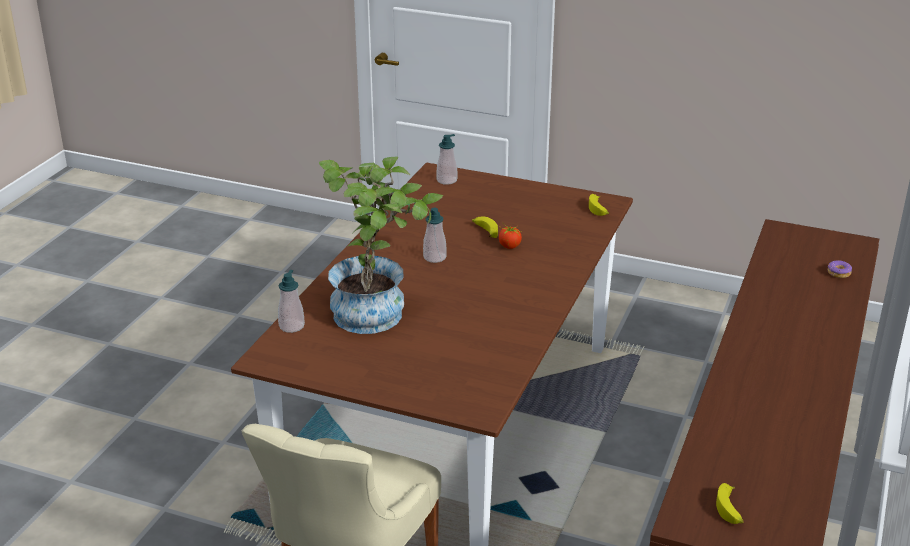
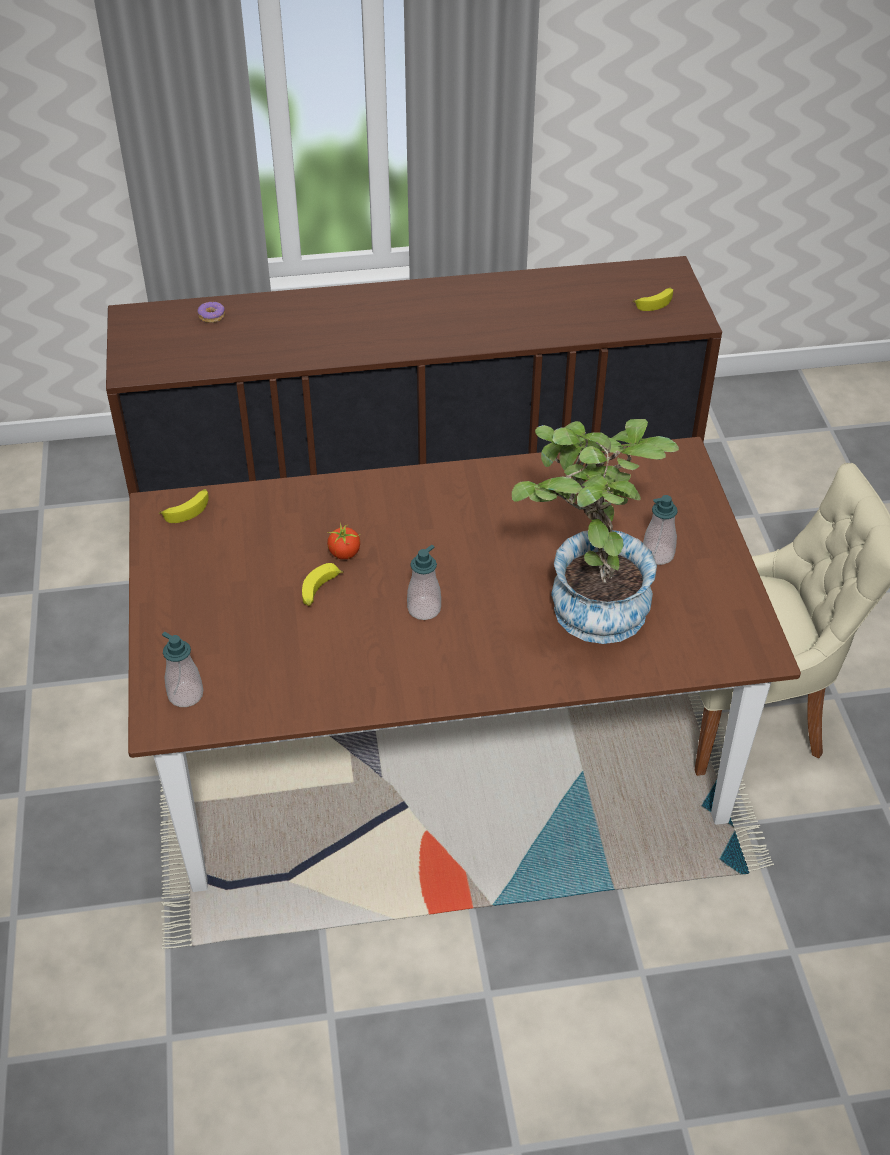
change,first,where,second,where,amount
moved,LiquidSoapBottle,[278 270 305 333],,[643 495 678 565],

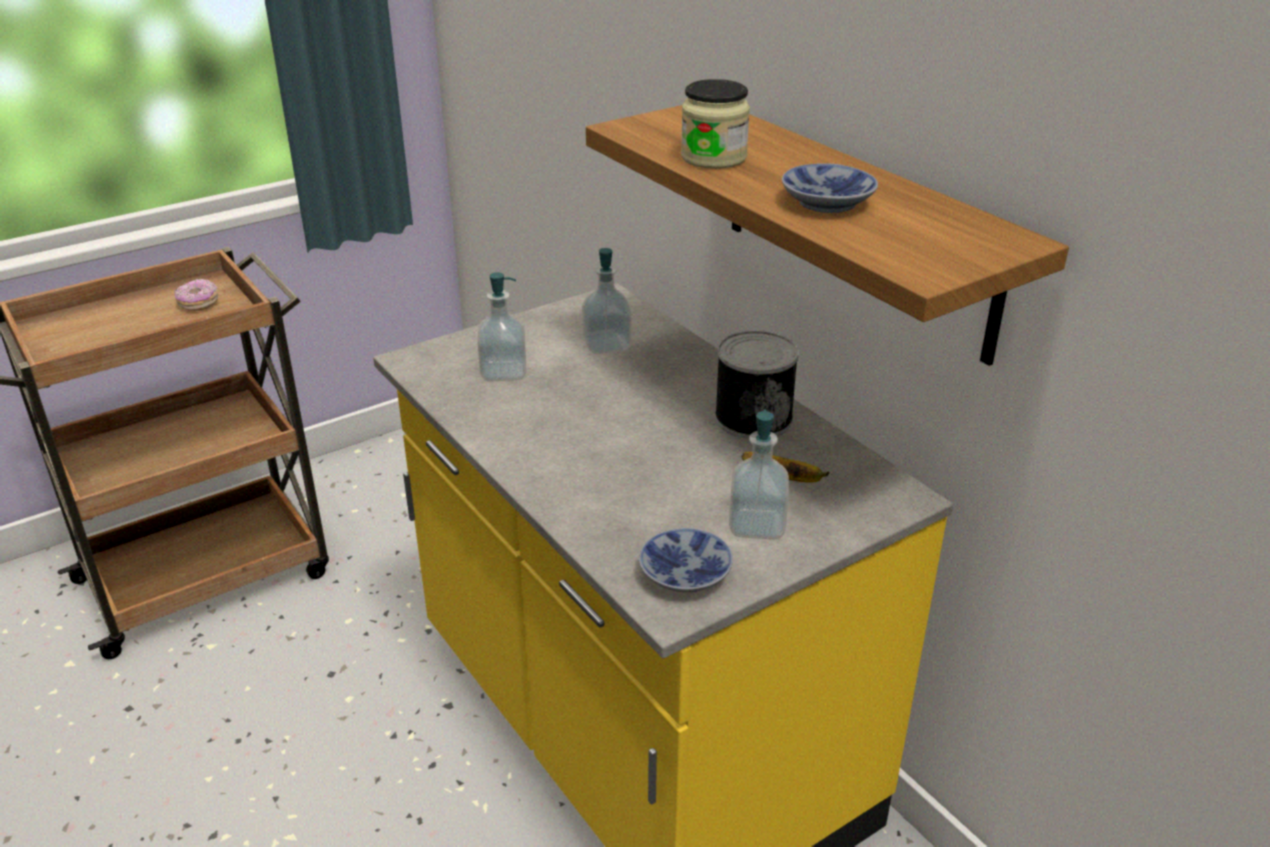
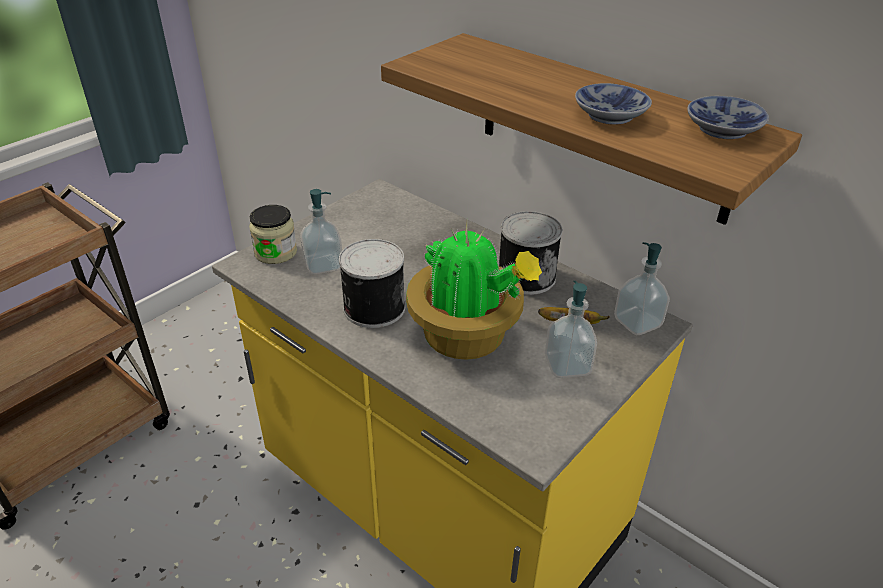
change,first,where,second,where,amount
moved,Jar,[681 79 750 169],,[249 205 297 264],
added,,,MetalCan,[339 239 405 328],
added,,,PlantInAPot,[406 223 542 360],
moved,LiquidSoapBottle,[582 248 631 354],,[614 242 670 335],
moved,ServingBowl,[639 528 733 592],,[687 96 769 139],
removed,RingDoughnut,[175 279 218 311],,,

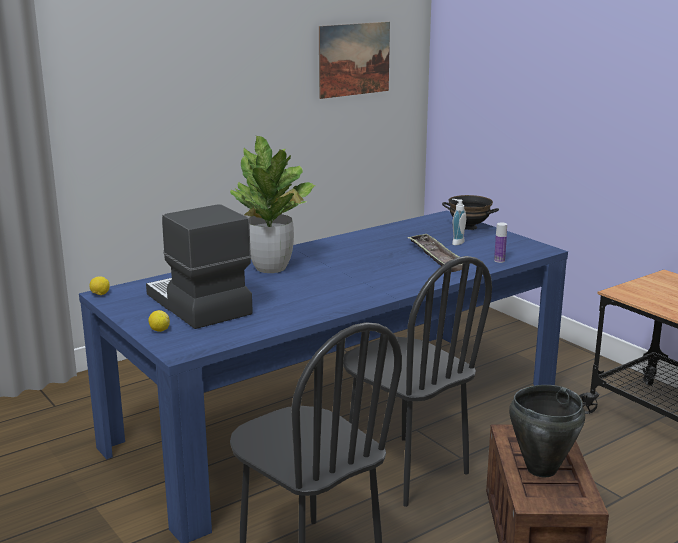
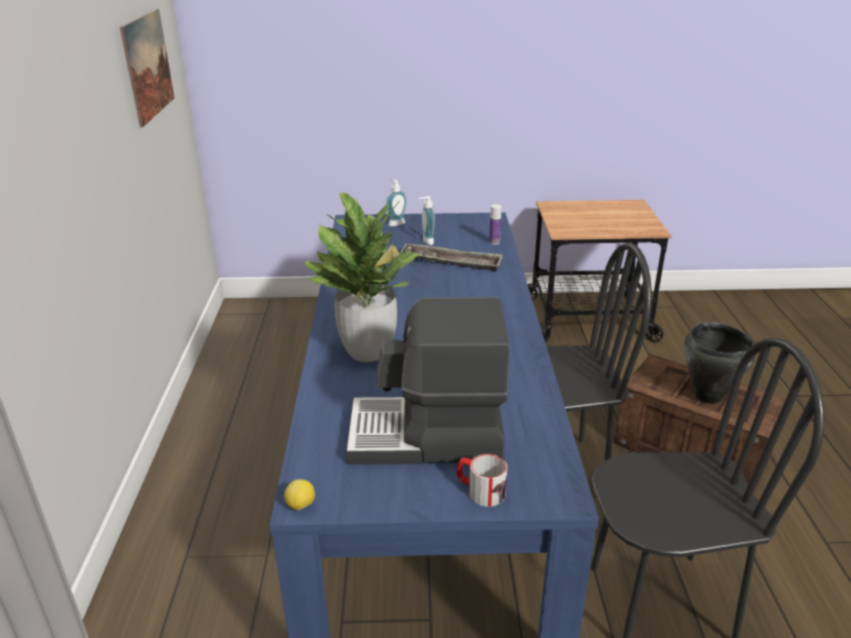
change,first,where,second,where,amount
replaced,BlackishServingBowl,[442 195 499 230],LiquidSoapBottle,[386 179 407 226],
replaced,CitrusFruit,[148 310 170 332],TeaMug,[457 454 507 507],

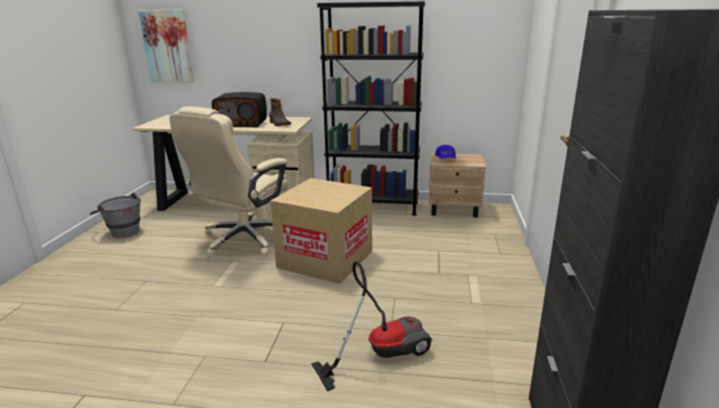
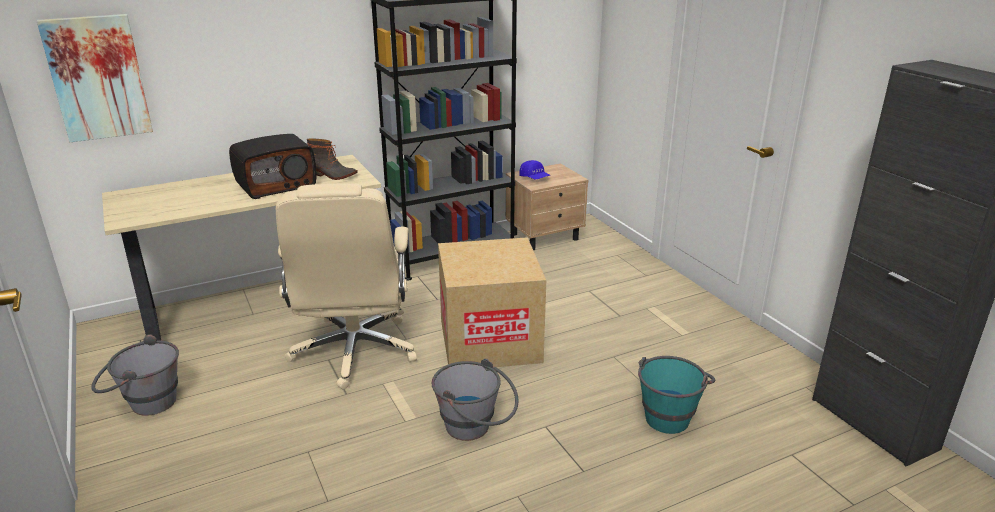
change,first,where,second,where,amount
added,,,GreyishBucket,[432 359 519 441],
replaced,Hoover,[312 261 432 391],TurquoiseColouredBucket,[638 356 715 434],

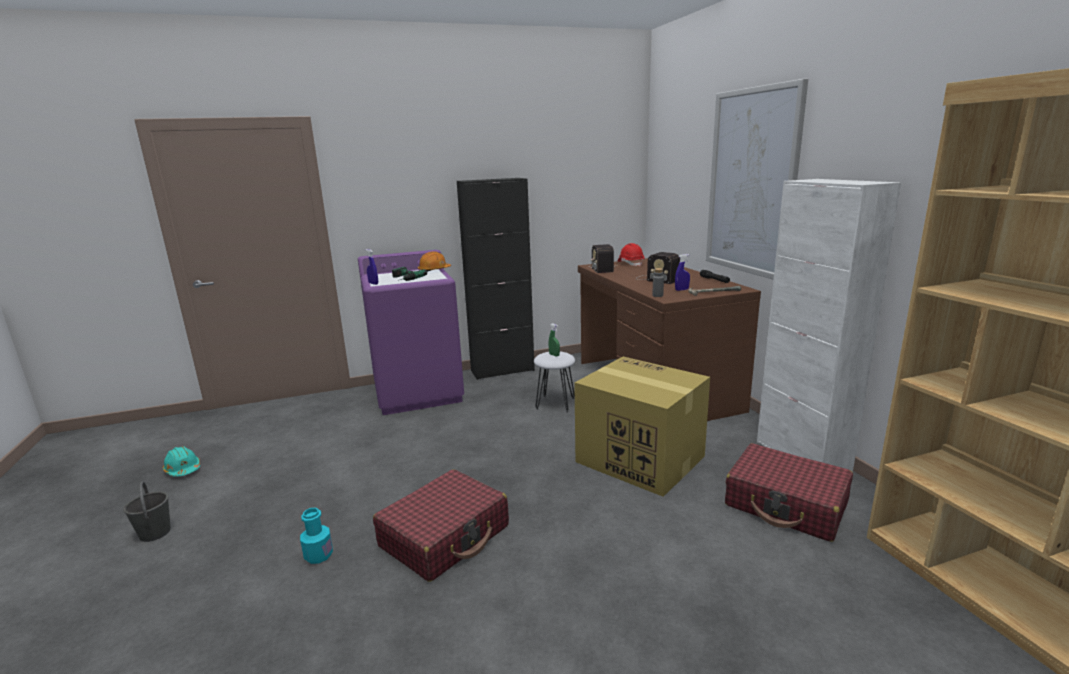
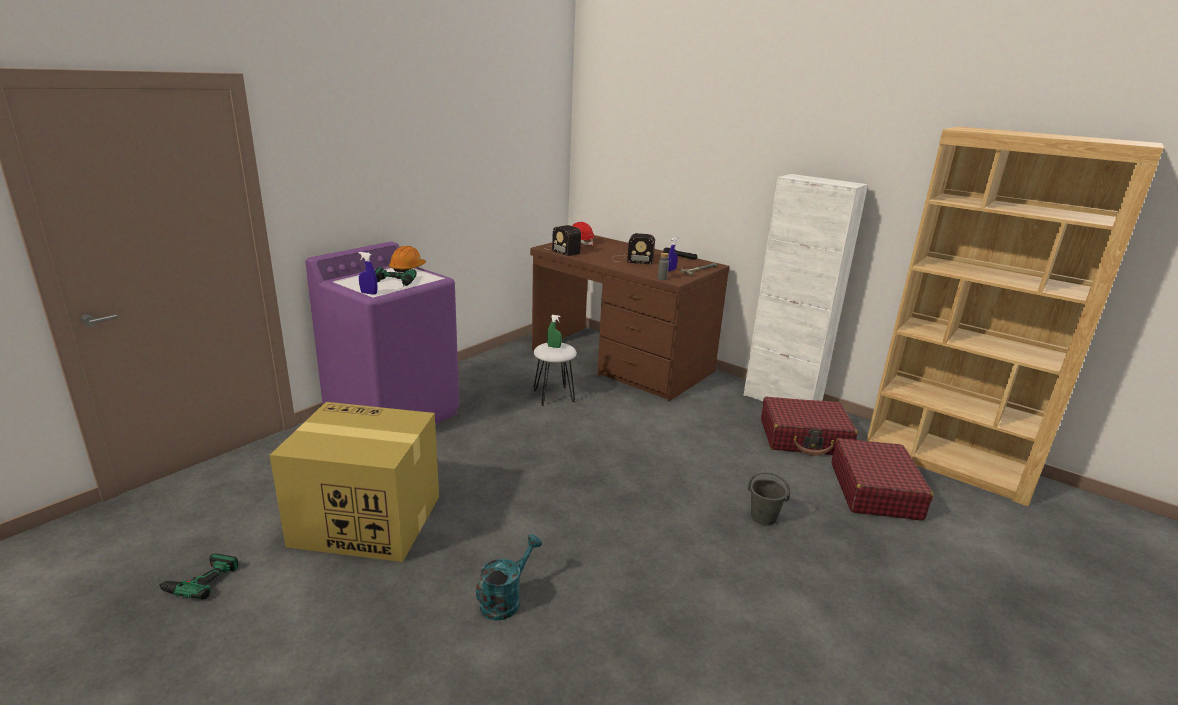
change,first,where,second,where,amount
replaced,TurquoiseColouredHardHat,[163 446 200 477],PowerDrill,[151 553 239 599],
moved,PackingBox,[574 357 710 497],,[270 402 439 562],
replaced,TurquoiseColouredBeverageBottle,[300 508 333 564],TurquoiseColouredSprinklingCan,[476 534 542 621],
moved,GreyishBucket,[123 481 171 542],,[747 471 790 526],
moved,RedTravelCase,[373 469 509 582],,[832 438 934 521],
removed,BlackishCupboard,[457 178 535 380],,,
removed,Picture,[706 79 808 280],,,

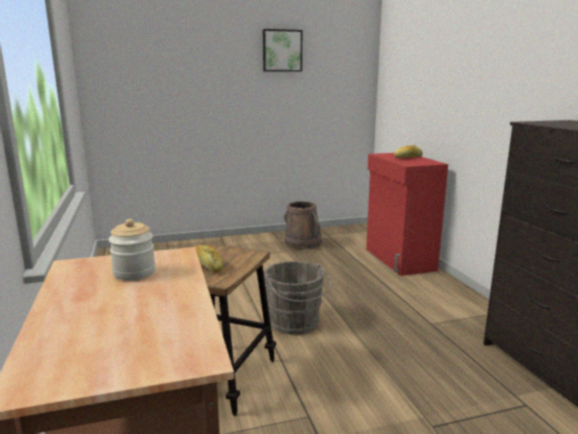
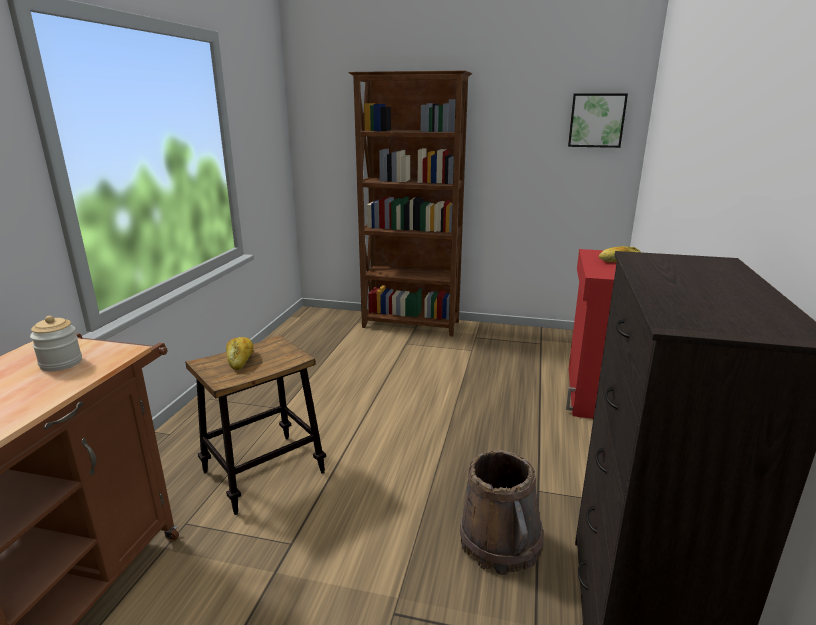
change,first,where,second,where,amount
added,,,BrownShelvingUnit,[348 70 472 336],
moved,BrownBucket,[284 201 322 250],,[460 450 544 575],
moved,Picture,[263 29 302 72],,[568 93 628 148],
removed,GreyishBucket,[264 261 331 334],,,

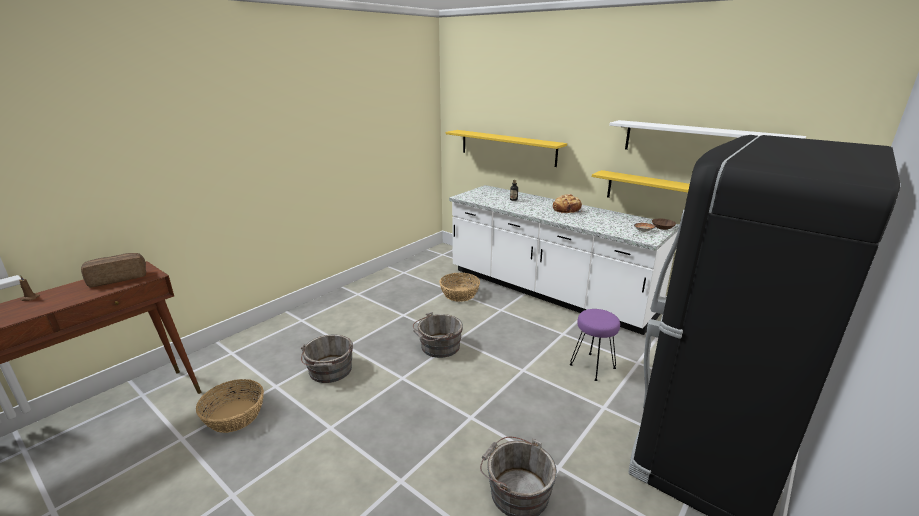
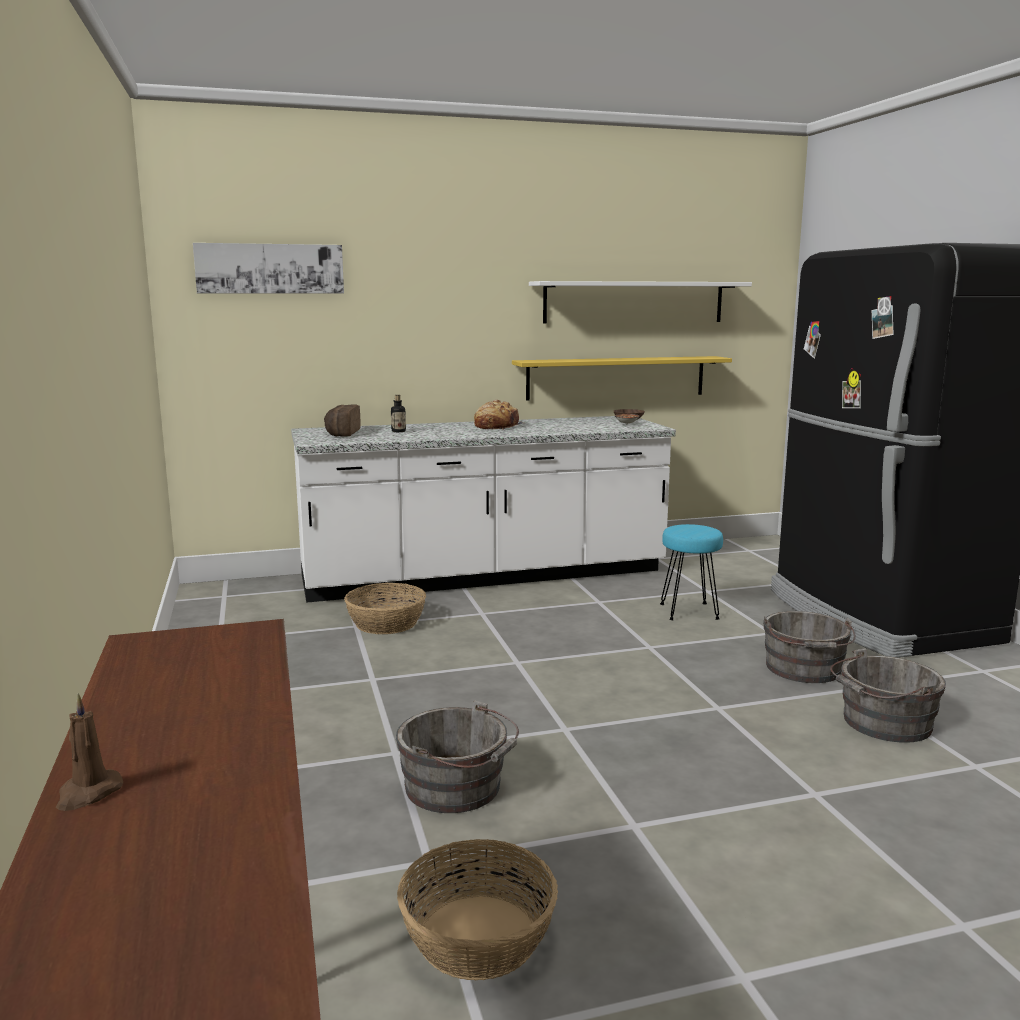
change,first,where,second,where,amount
added,,,Picture,[193 243 344 294],
moved,Bread,[81 253 146 288],,[324 404 361 437],
recoloured,PurplishStoolSeat,[569 309 620 381],TurquoiseColouredStoolSeat,[660 524 723 620],
moved,GreyishBucket,[413 312 463 358],,[763 611 856 683],
removed,YellowShelf,[446 130 567 167],,,

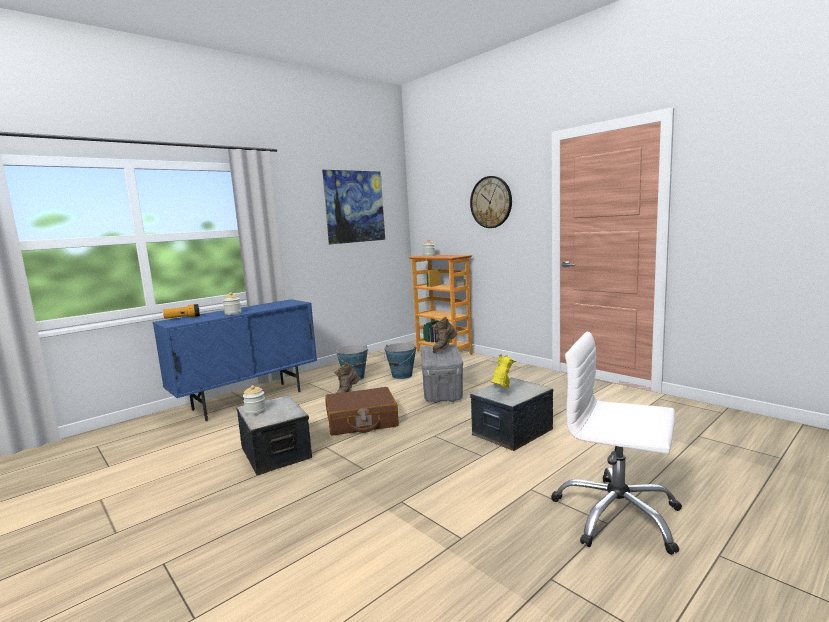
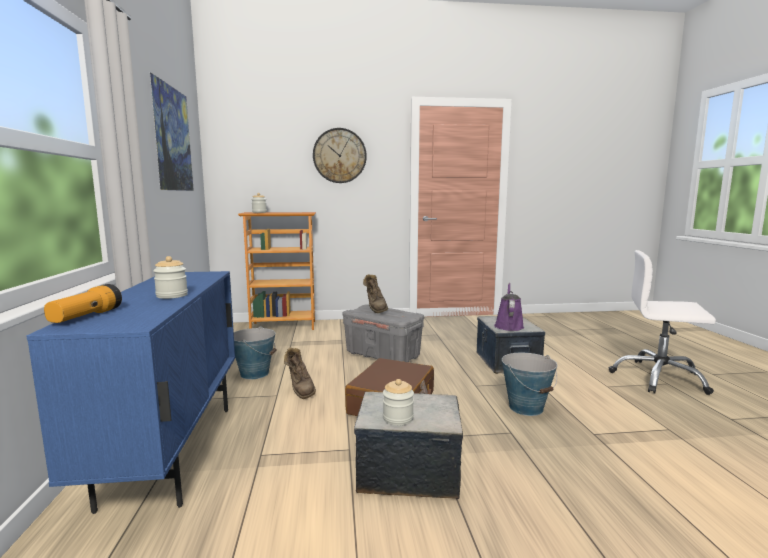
change,first,where,second,where,amount
replaced,YellowTallBoot,[491 354 516 389],PurplishSprinklingCan,[494 283 524 331],
moved,Bucket,[384 343 416 379],,[502 353 557 416],
turned,WhitishComputerChair,[551 332 682 555],,[609 250 716 395],45 degrees clockwise

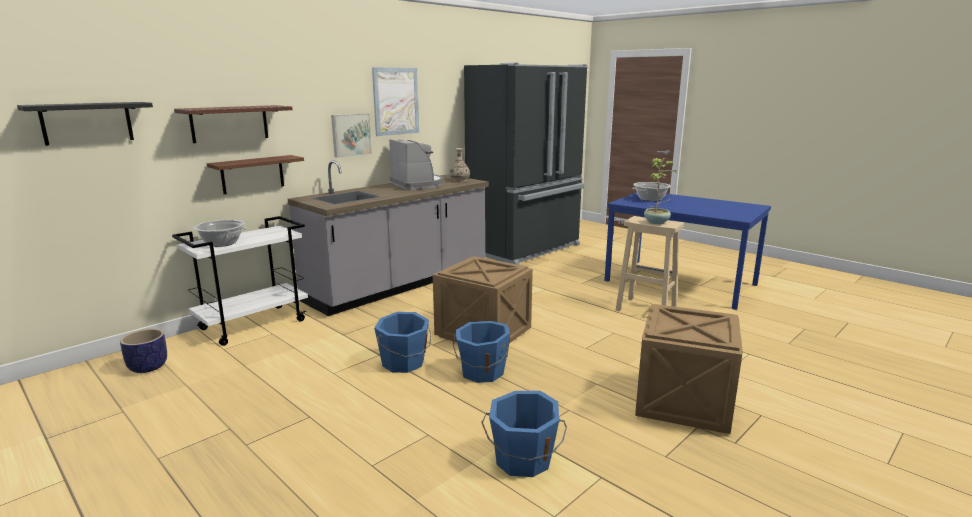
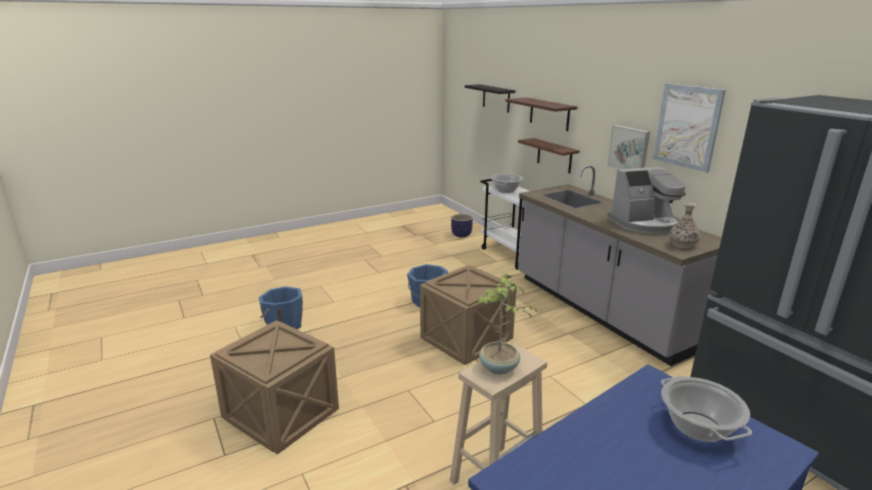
change,first,where,second,where,amount
removed,BlueBucket,[453 321 510 383],,,

